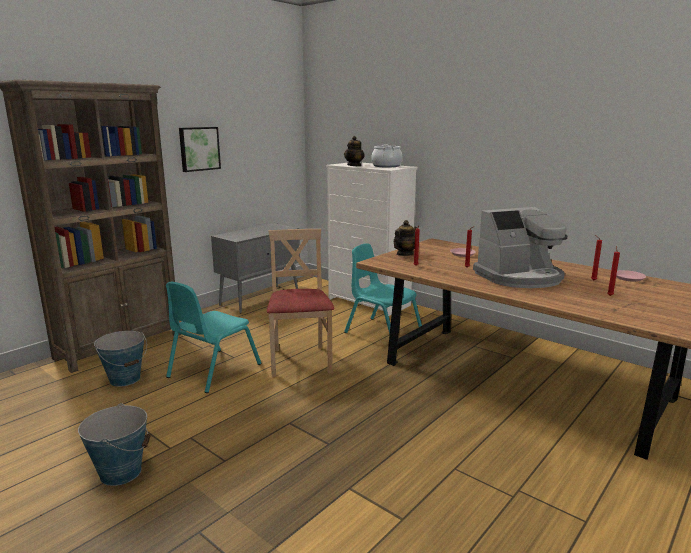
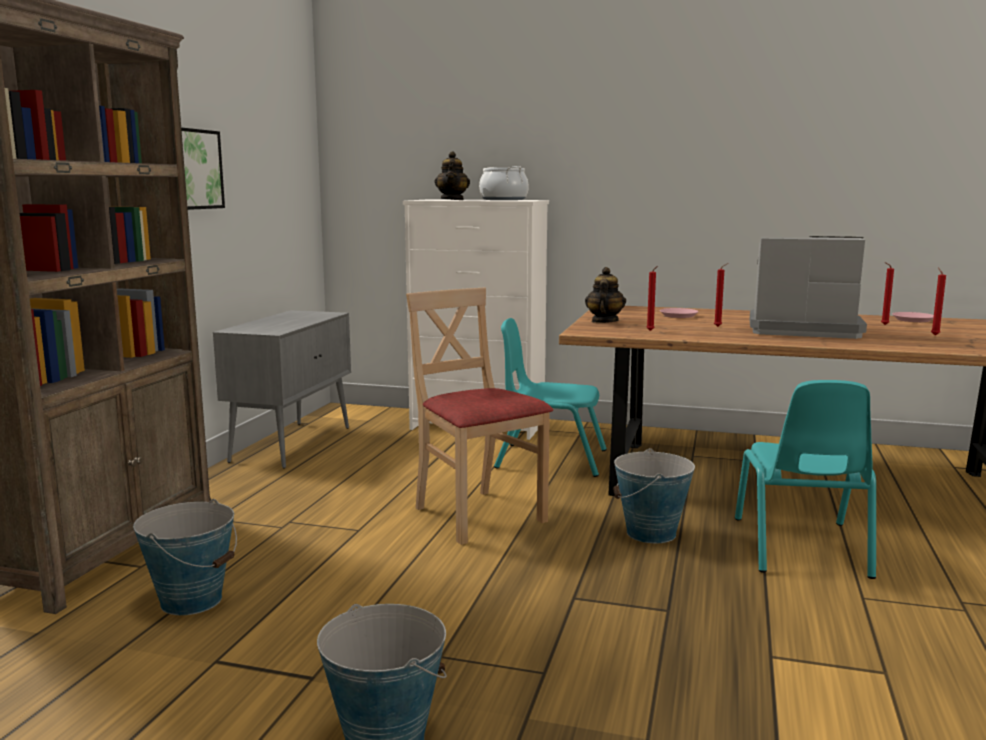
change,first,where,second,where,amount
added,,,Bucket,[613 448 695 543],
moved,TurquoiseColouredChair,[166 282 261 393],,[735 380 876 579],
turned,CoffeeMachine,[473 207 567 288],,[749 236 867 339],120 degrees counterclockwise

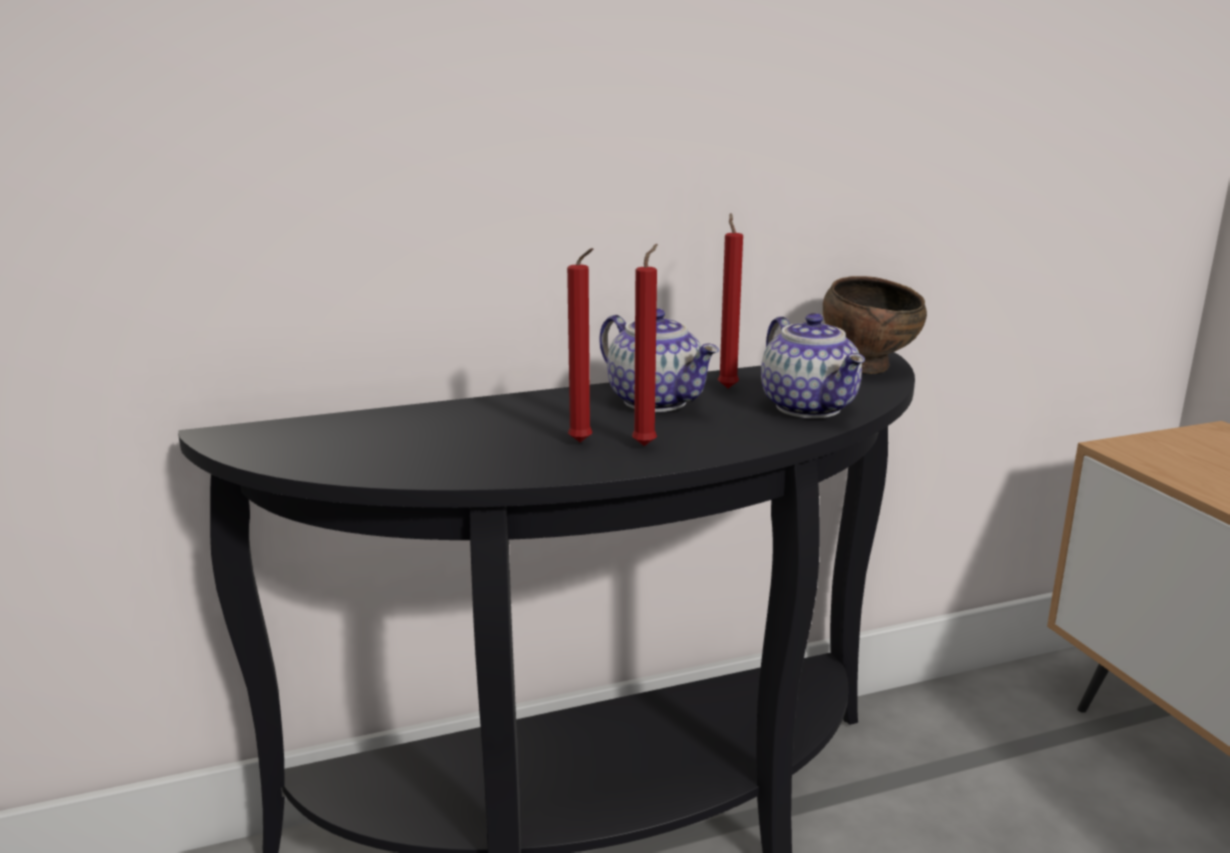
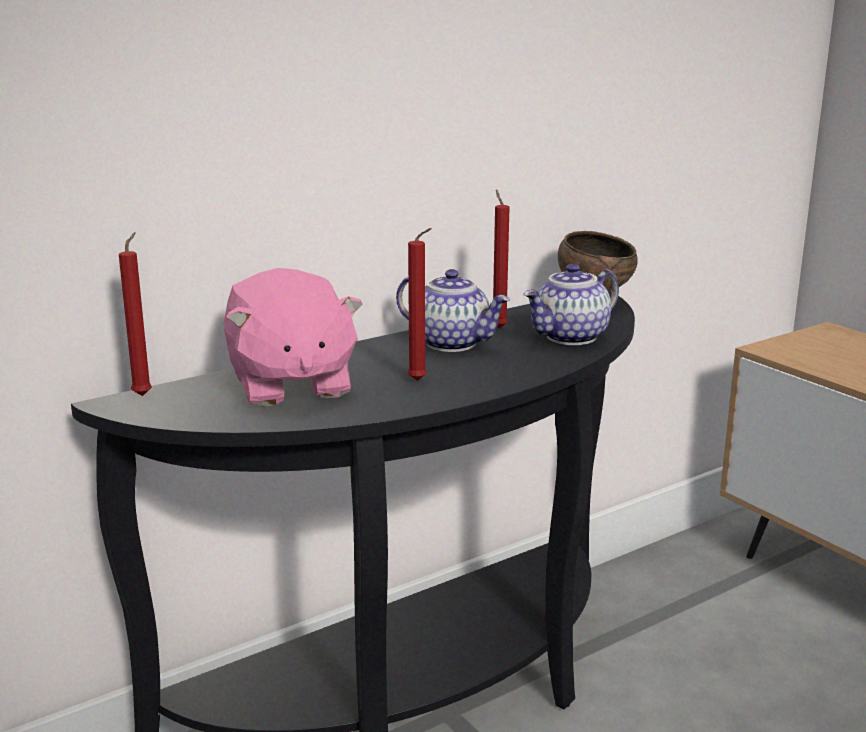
change,first,where,second,where,amount
moved,RedWaxCandle,[632 244 658 446],,[119 232 152 396],
added,,,PinkCuddlyToy,[224 268 363 407],
turned,PotForTea,[761 313 865 418],,[523 264 619 345],90 degrees clockwise

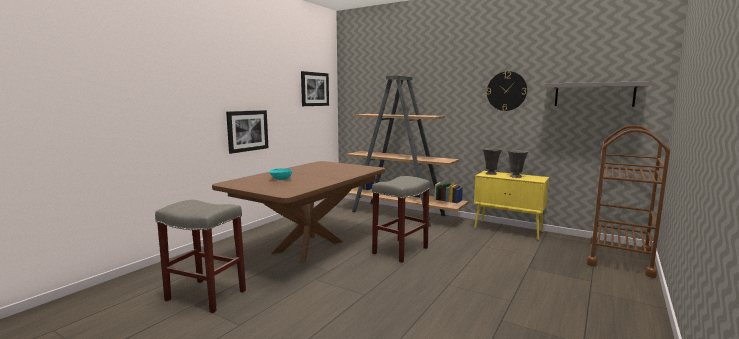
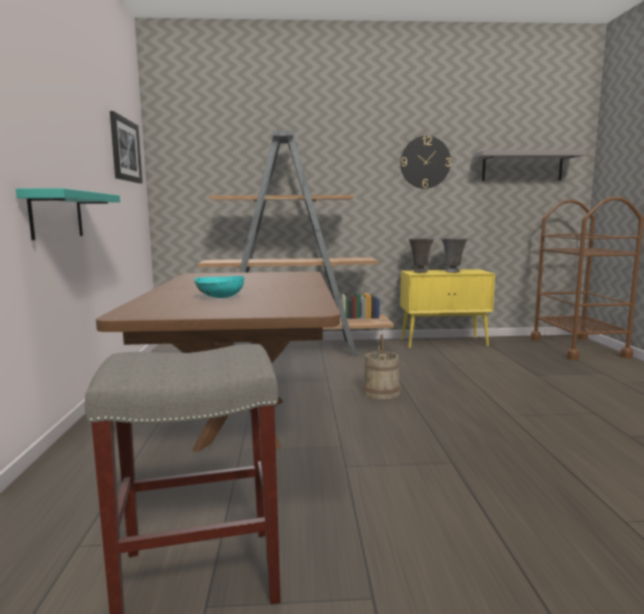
change,first,where,second,where,amount
replaced,Picture,[226 110 268 154],TurquoiseColouredShelf,[16 188 120 240],
replaced,GreyishStoolSeat,[372 176 430 263],BeigeColouredBucket,[363 334 400 400],

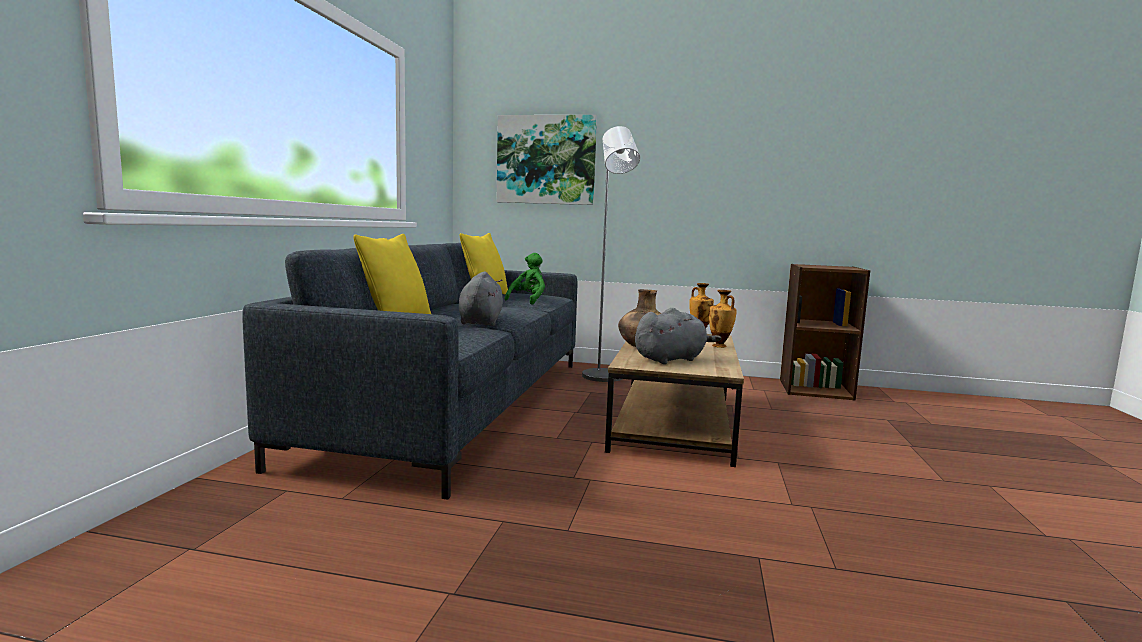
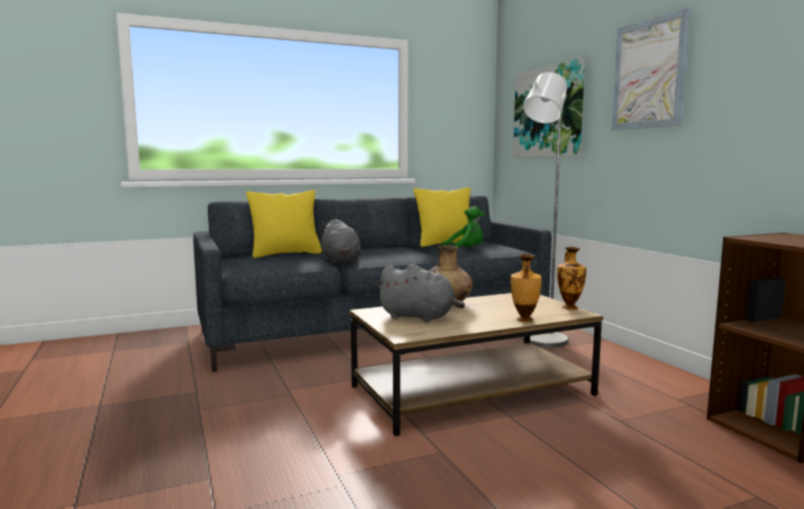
change,first,where,second,where,amount
turned,GreyishCuddlyToy,[459 271 503 326],,[320 219 361 263],105 degrees clockwise
added,,,Picture,[612 8 691 131],

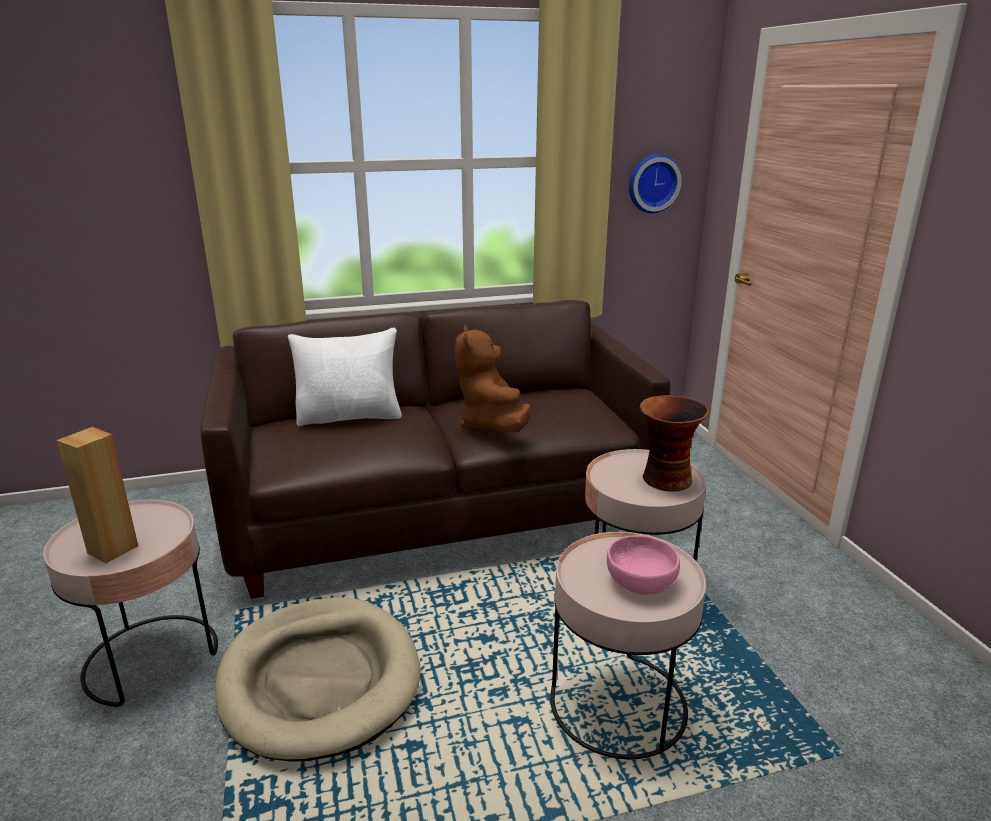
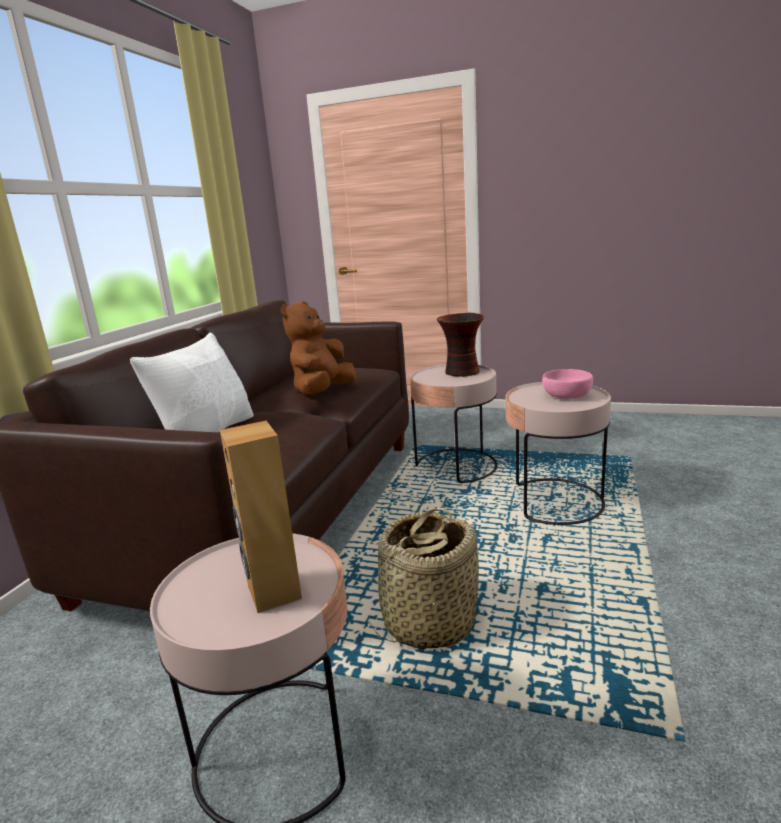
change,first,where,second,where,amount
turned,BrownCuddlyToy,[455 325 531 432],,[280 301 356 395],90 degrees clockwise
replaced,BeigeColouredPetBed,[215 598 421 762],Basket,[369 508 479 649],
removed,ClockOnTheWall,[629 154 681 213],,,

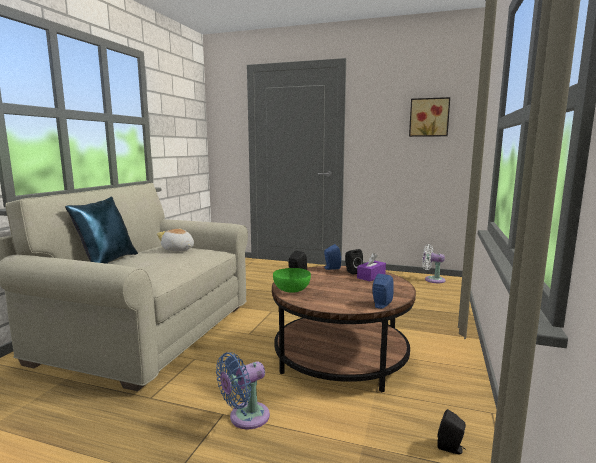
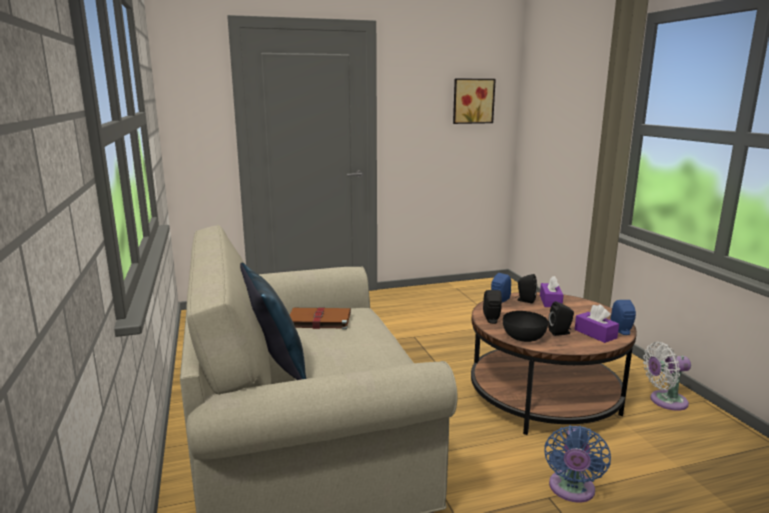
change,first,where,second,where,amount
replaced,CuddlyToy,[157 228 194 251],BrownVolume,[290 307 351 329],
recoloured,GreenishServingBowl,[273 268 311 293],BlackishServingBowl,[503 311 548 342],
moved,BlackishSpeaker,[437 409 466 455],,[548 301 574 336],
added,,,PurplishBoxOfTissues,[575 304 619 343],
moved,WhitishFan,[422 244 445 283],,[643 342 691 411],

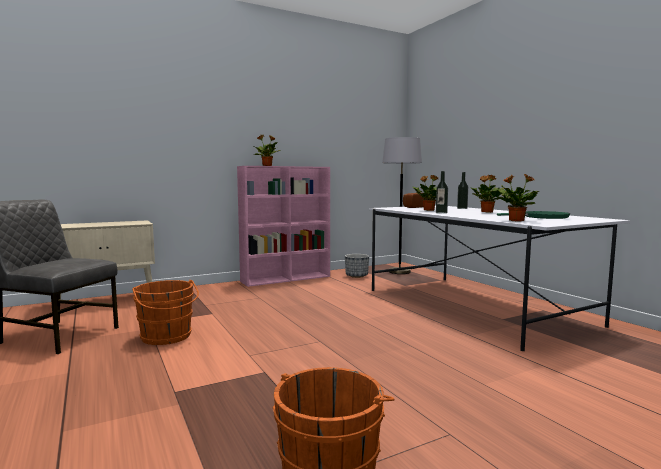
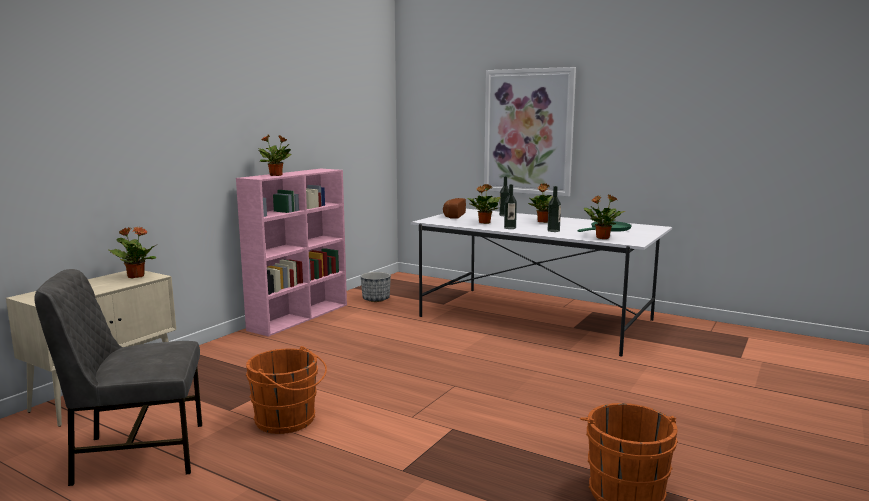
change,first,where,second,where,amount
added,,,PlantInAPot,[108 227 156 279],
added,,,Picture,[484 67 576 196],
added,,,BeverageBottle,[548 186 561 232],
removed,GreyishFloorLamp,[382 137 422 274],,,

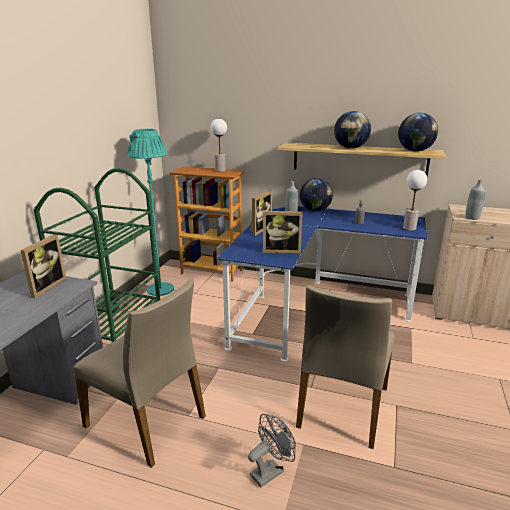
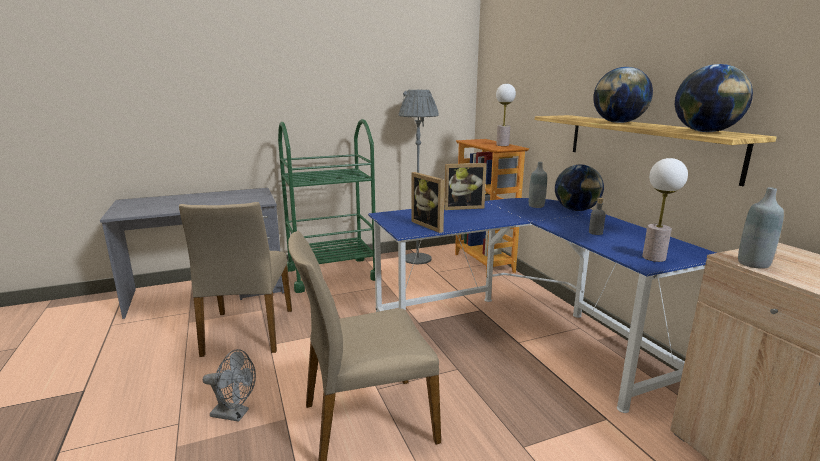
change,first,where,second,where,amount
recoloured,TurquoiseColouredFloorLamp,[127 129 174 296],GreyishFloorLamp,[398 90 439 265],
removed,PhotoFrame,[20 234 66 298],,,

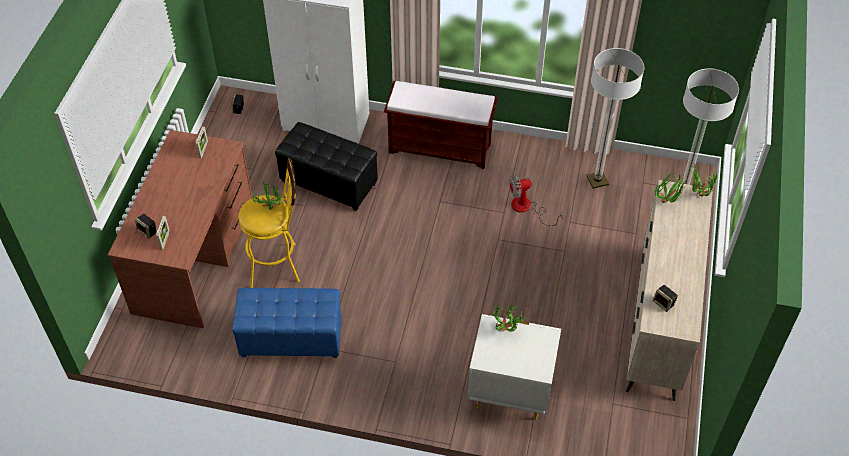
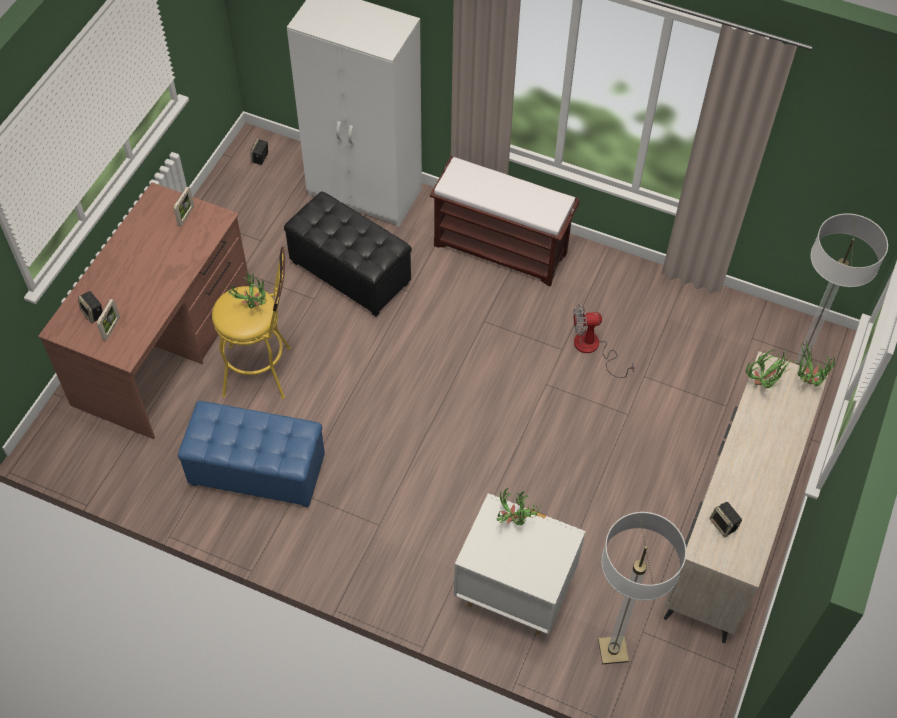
change,first,where,second,where,amount
moved,FloorLamp,[586 48 644 189],,[598 512 686 664],

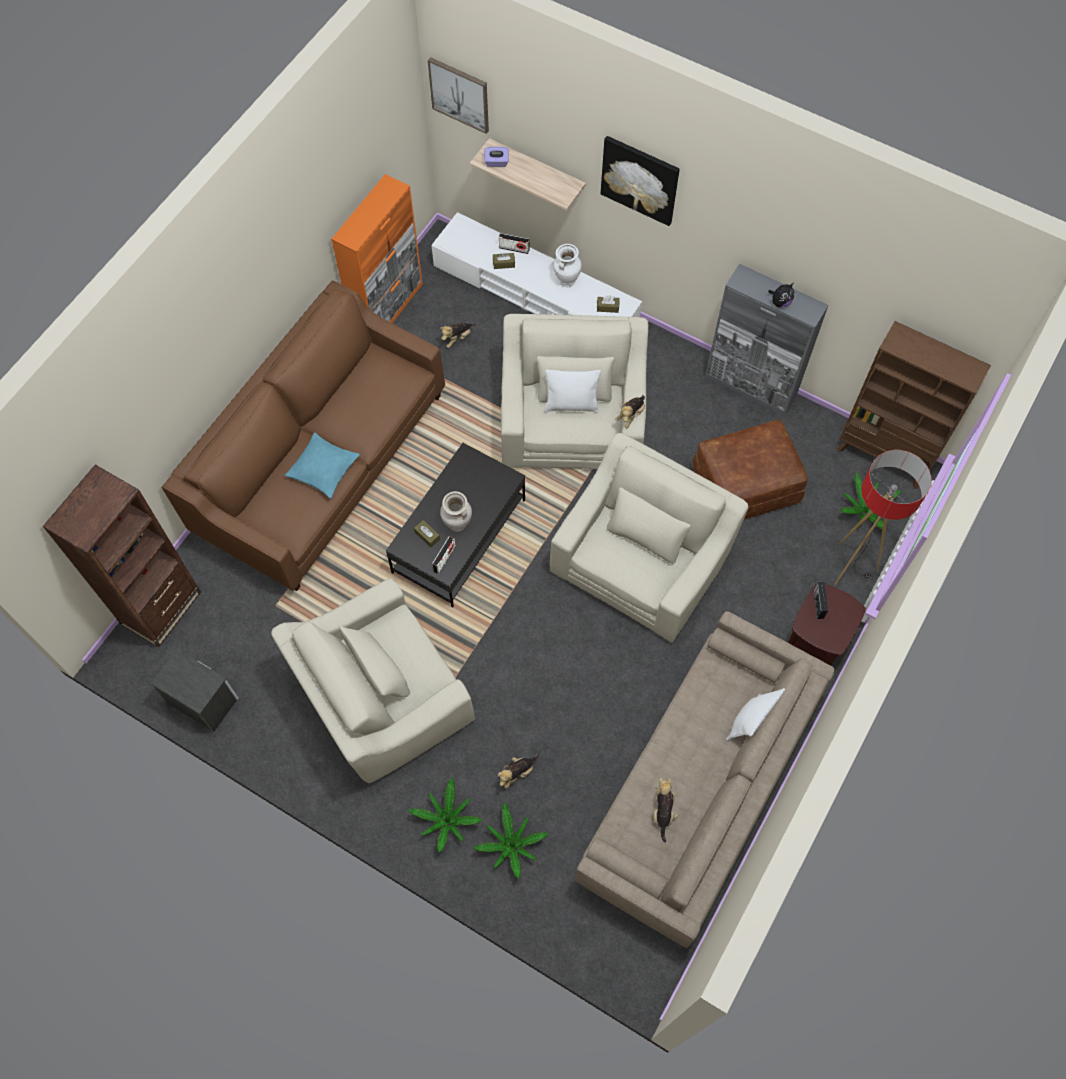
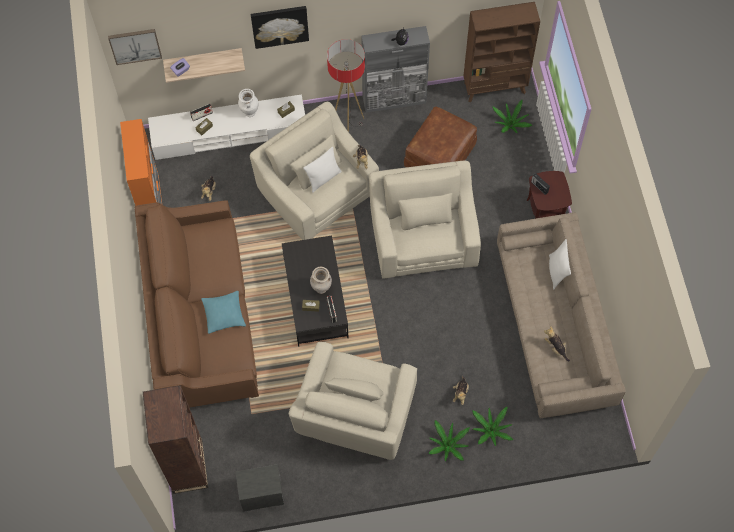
change,first,where,second,where,amount
moved,FloorLamp,[834 450 932 585],,[327 39 365 132],

